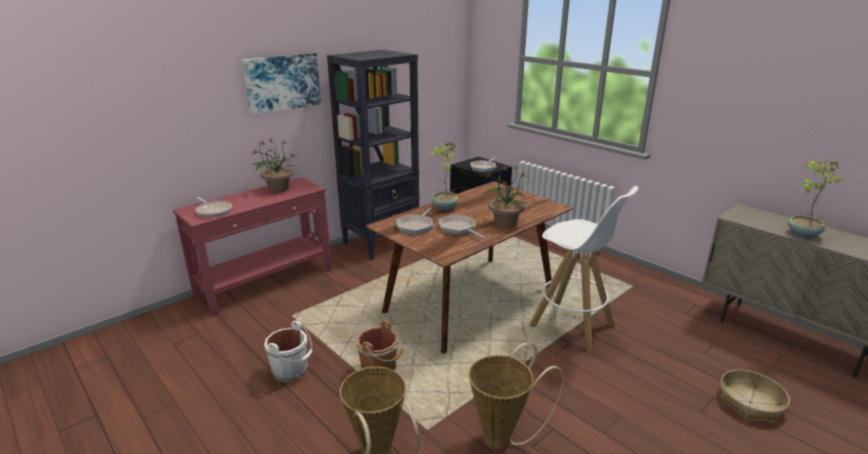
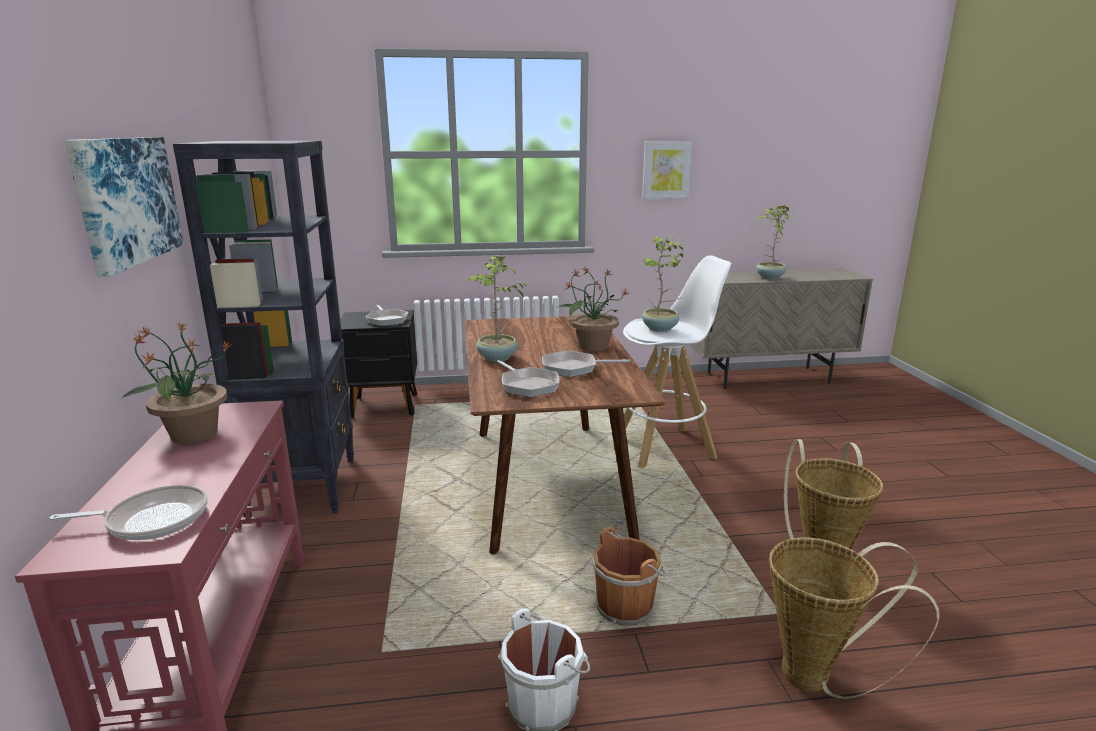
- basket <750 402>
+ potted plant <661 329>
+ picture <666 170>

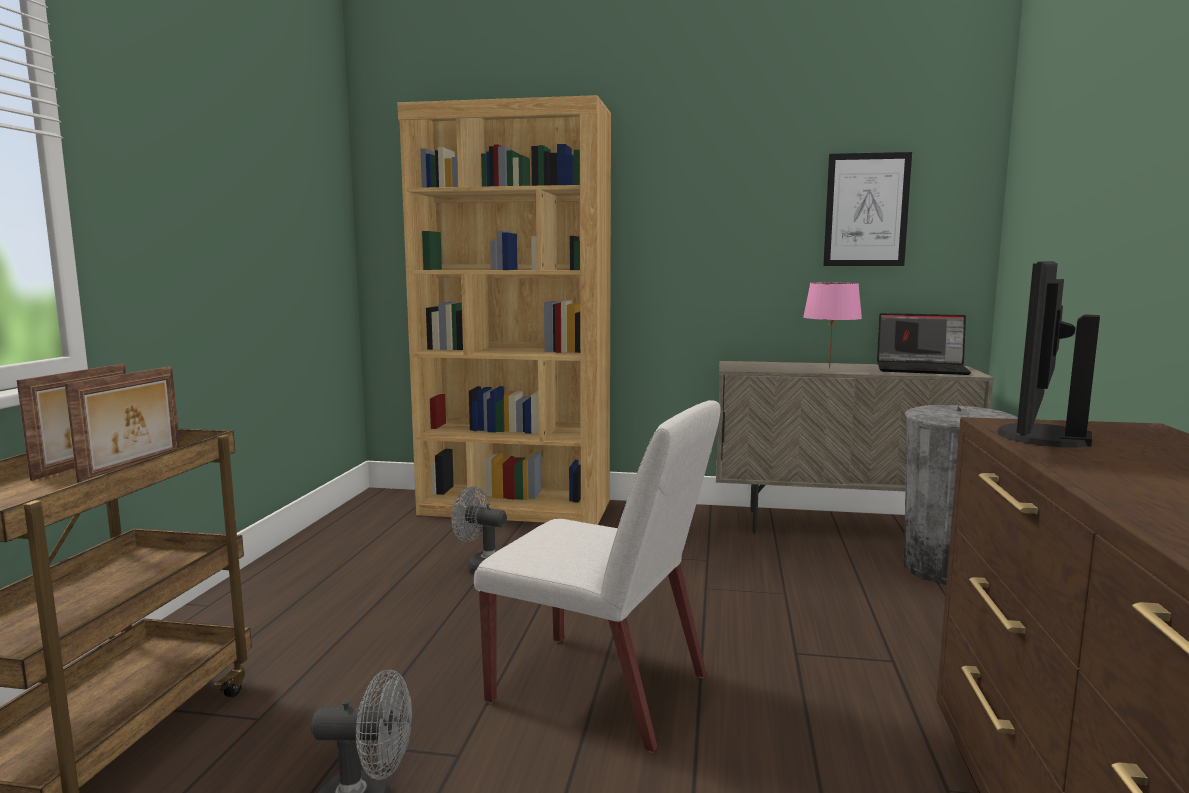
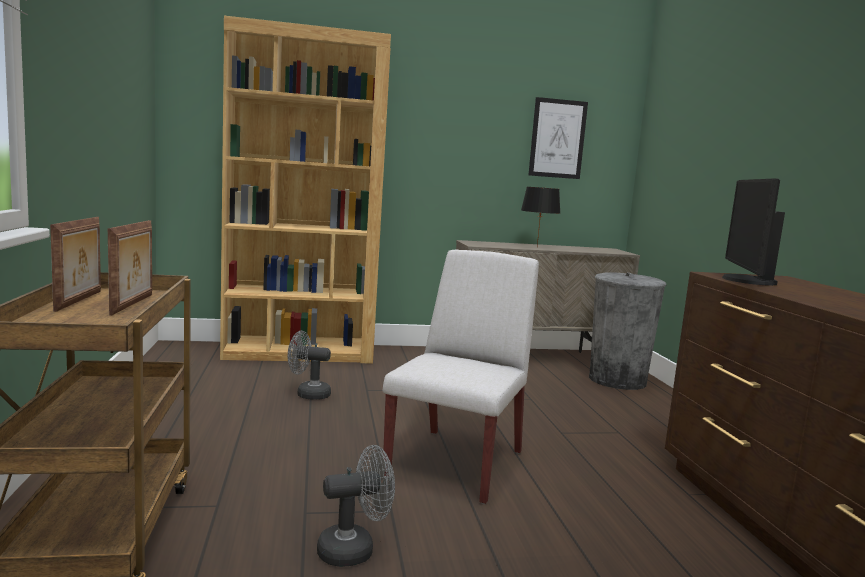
- laptop <922 369>
~ pink table lamp <829 368> to black table lamp <537 247>
~ white chair <601 689> = <456 463> 75 degrees counterclockwise

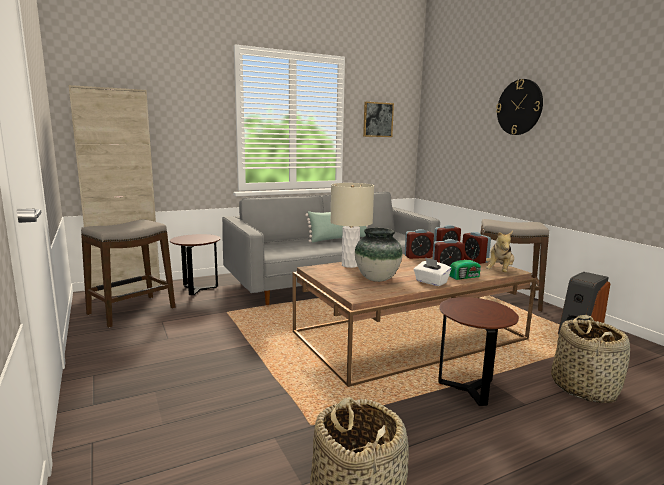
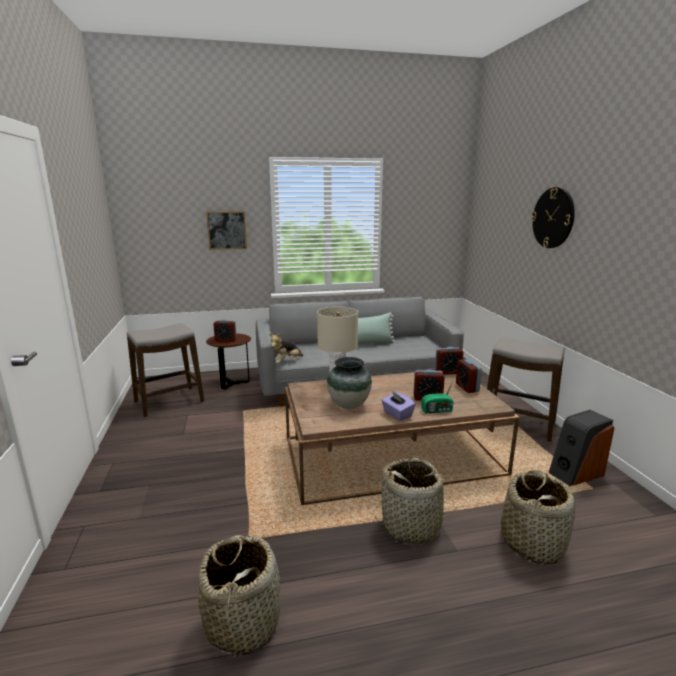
- beige cabinet <126 291>
~ picture <378 119> to <227 230>
~ alarm clock <418 257> to <225 340>
~ plush toy <499 272> to <286 362>
~ brown side table <470 390> to basket <412 526>
~ white tissue box <431 282> to purple tissue box <397 414>

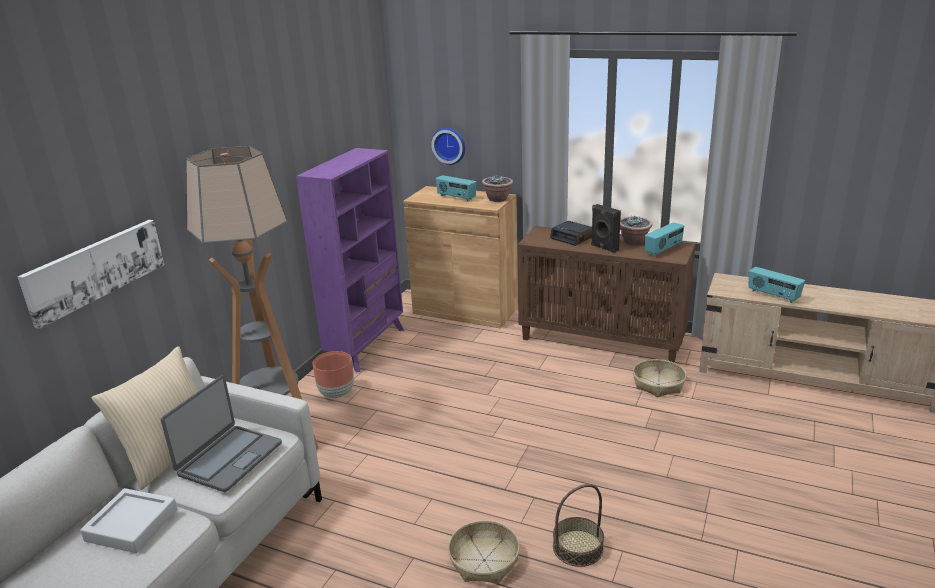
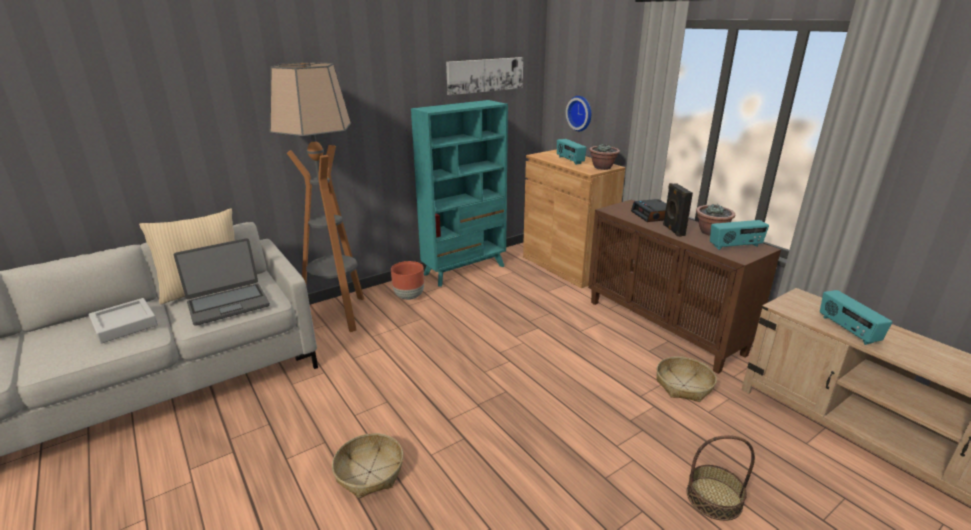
~ picture <95 269> to <485 75>
~ basket <578 547> to <714 498>
~ purple bookcase <366 346> to turquoise bookcase <465 270>

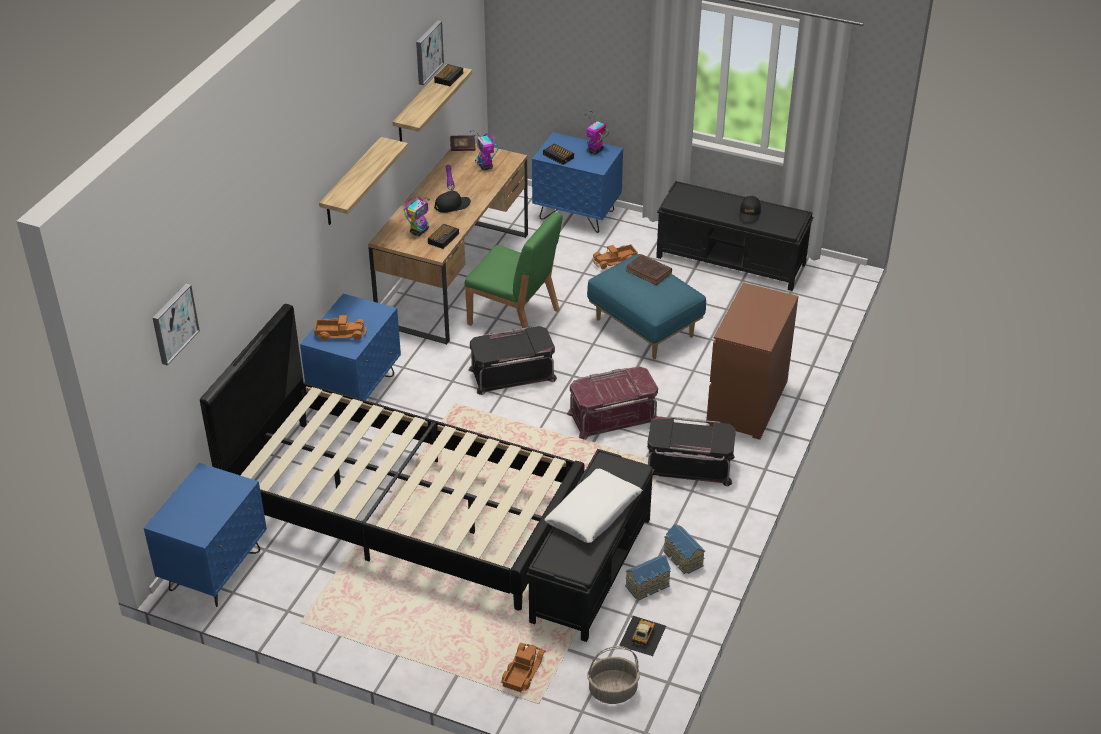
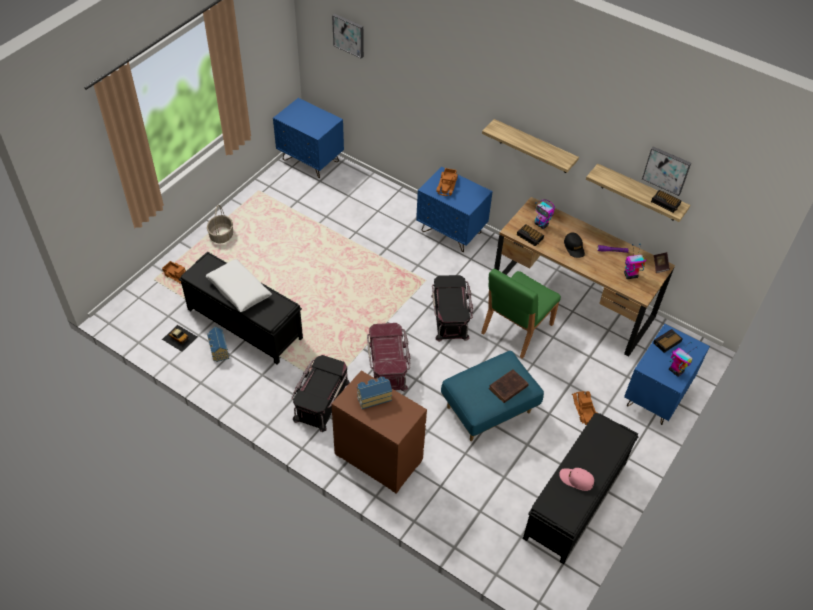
- black bed <403 510>
~ basket <613 690> to <221 235>
~ toy house <682 558> to <373 397>
~ black cap <749 213> to pink cap <576 480>

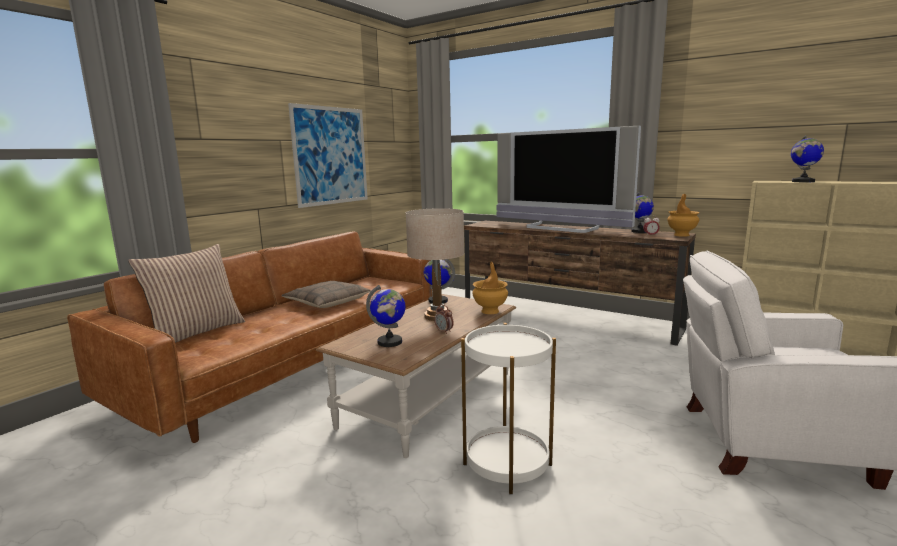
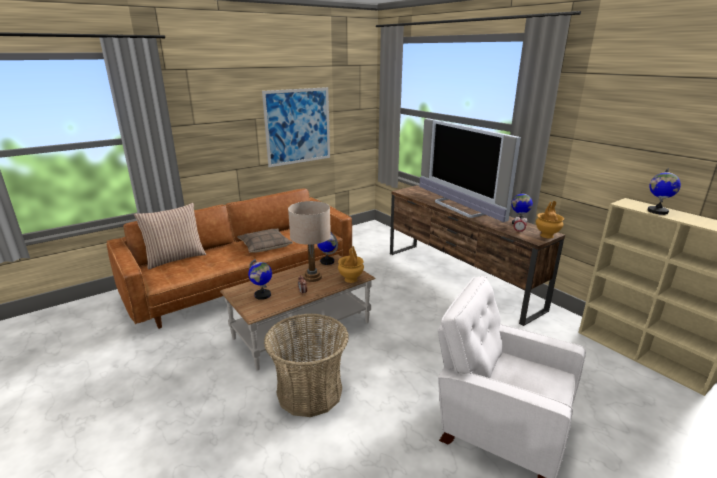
~ white side table <507 464> to basket <309 392>

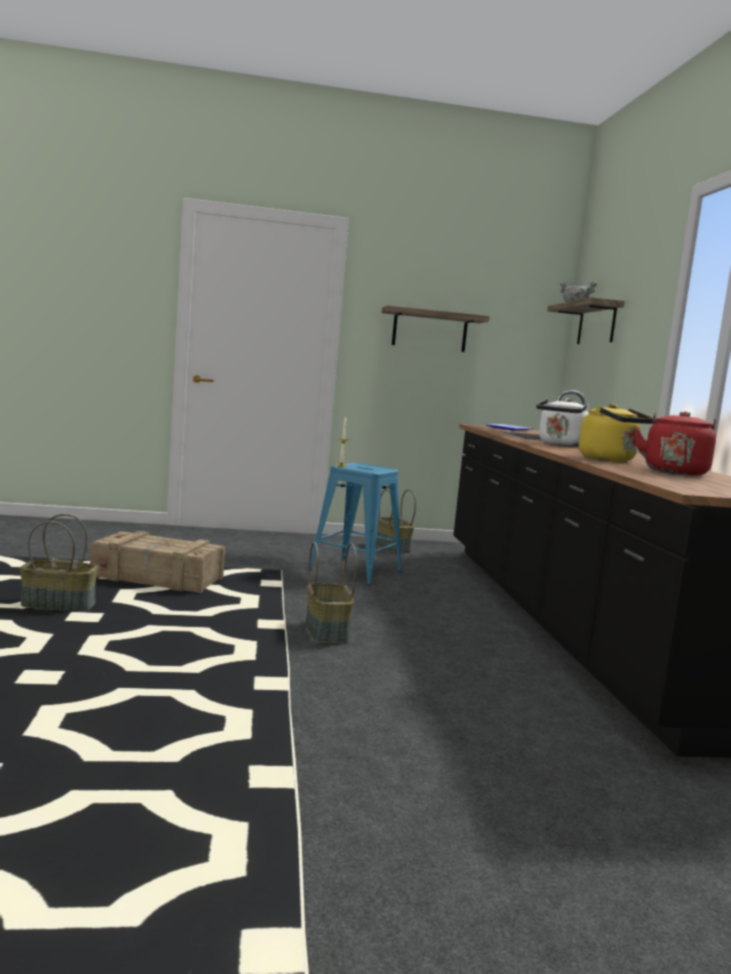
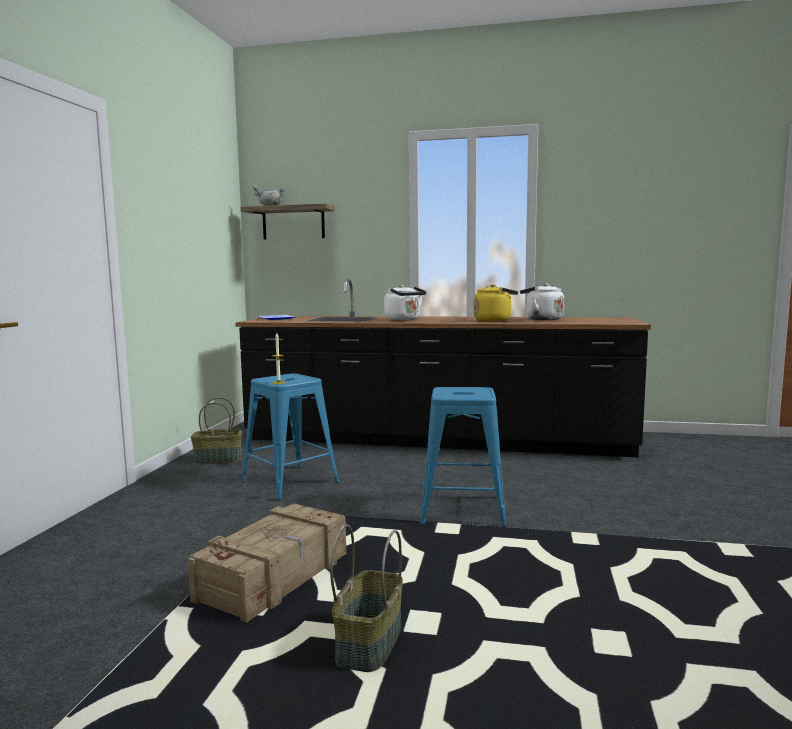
- shelf <430 330>
~ basket <327 631> to blue stool <462 510>
~ red kettle <674 472> to white kettle <541 319>

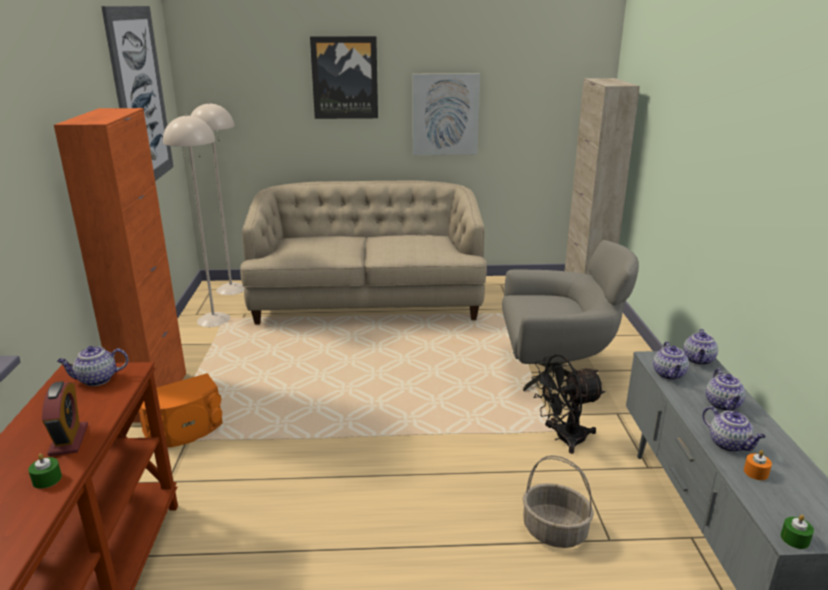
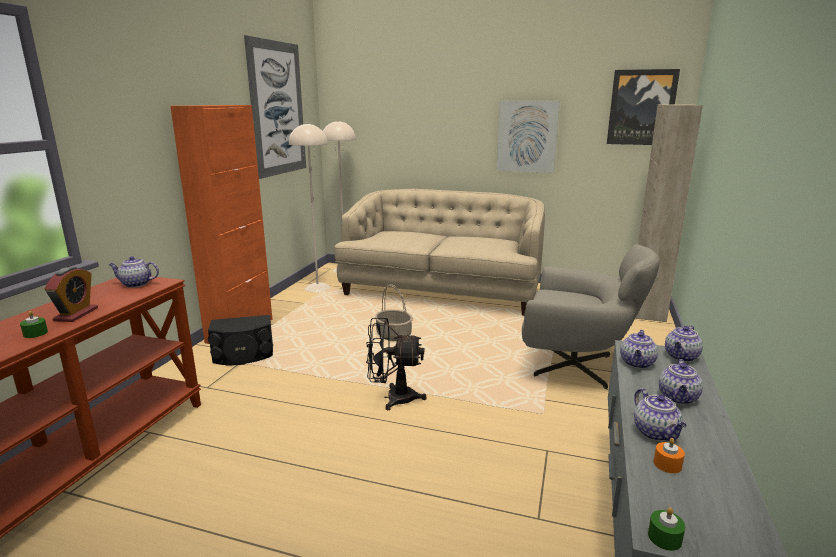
~ picture <345 78> to <641 107>
~ basket <555 531> to <394 335>
~ black fan <563 438> to <393 398>
~ orange speaker <184 430> to black speaker <243 356>

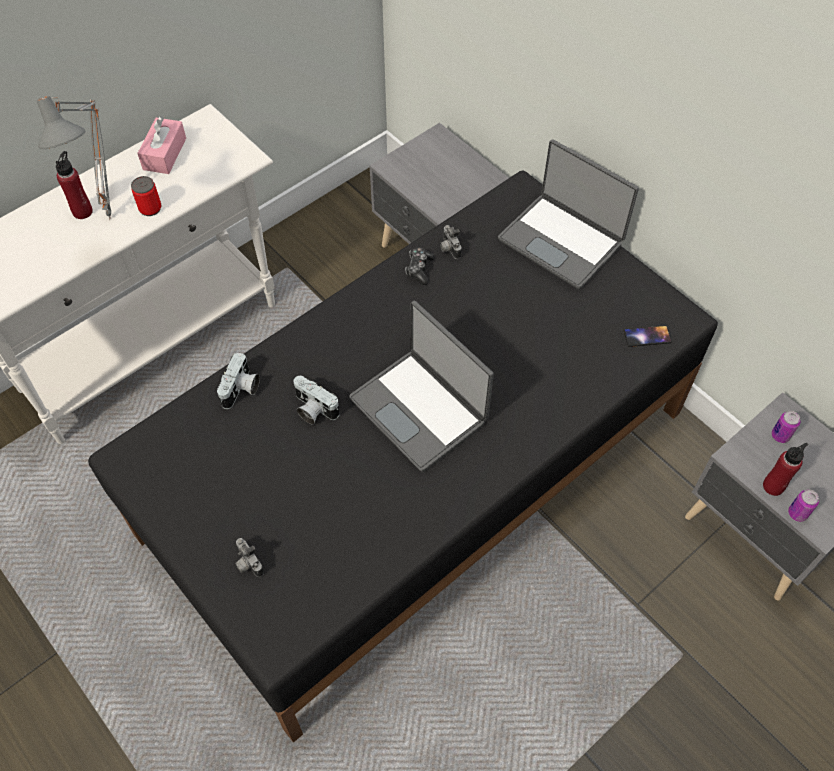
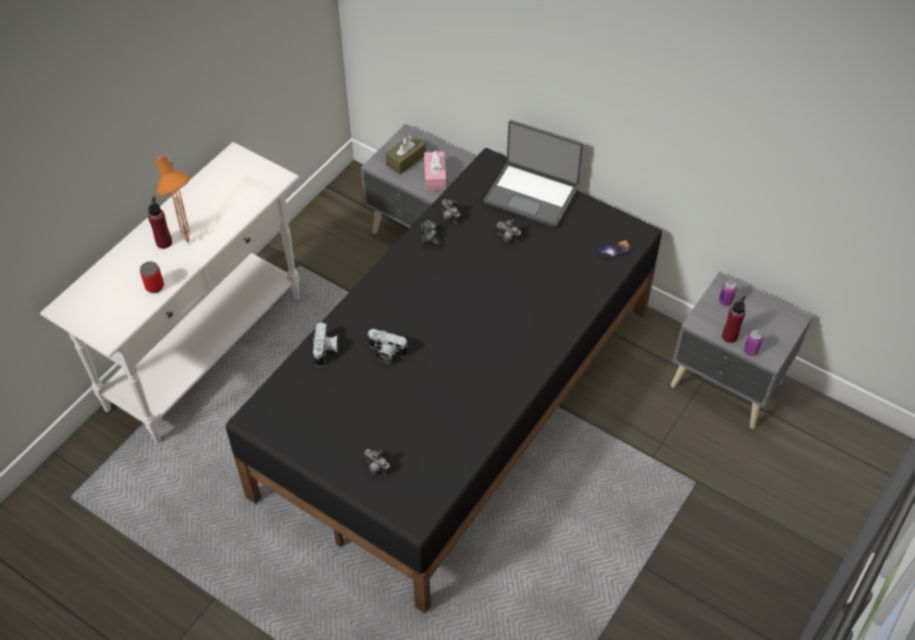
- laptop <420 409>
+ brown tissue box <406 160>
+ photo camera <507 238>
~ can <150 208> to <154 286>
~ pink tissue box <164 154> to <435 177>
~ grey table lamp <113 217> to orange table lamp <191 242>

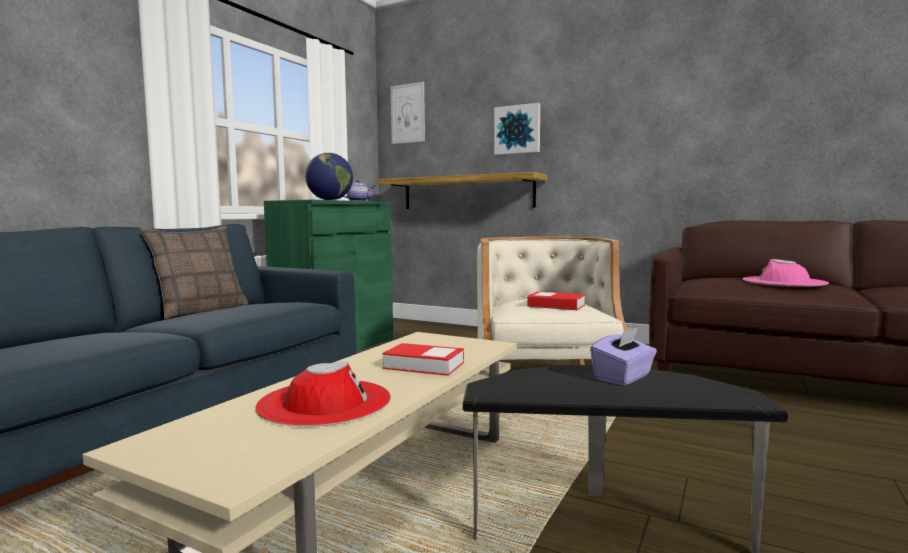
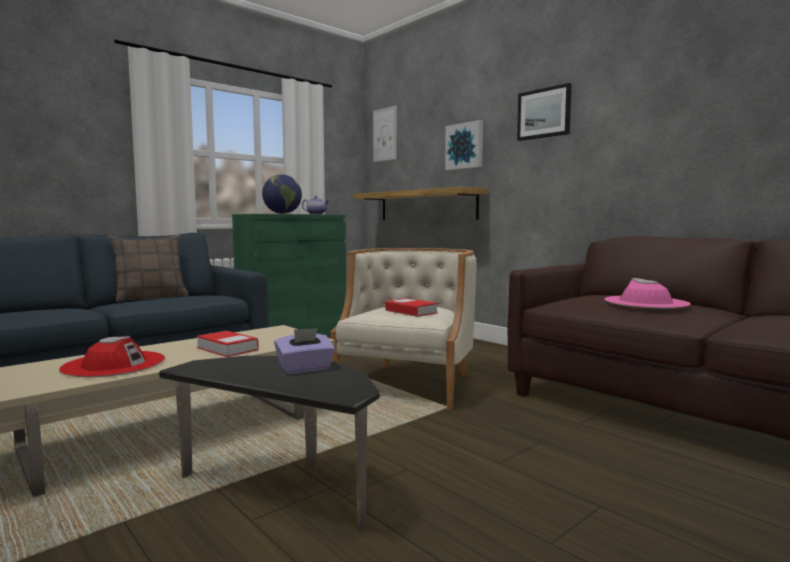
+ picture <544 113>

